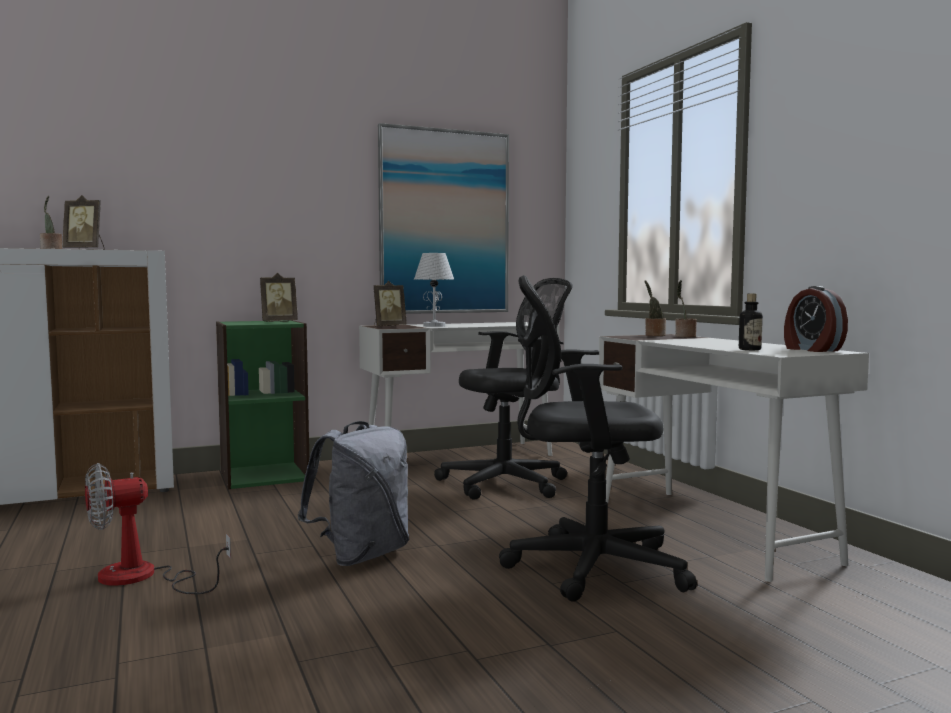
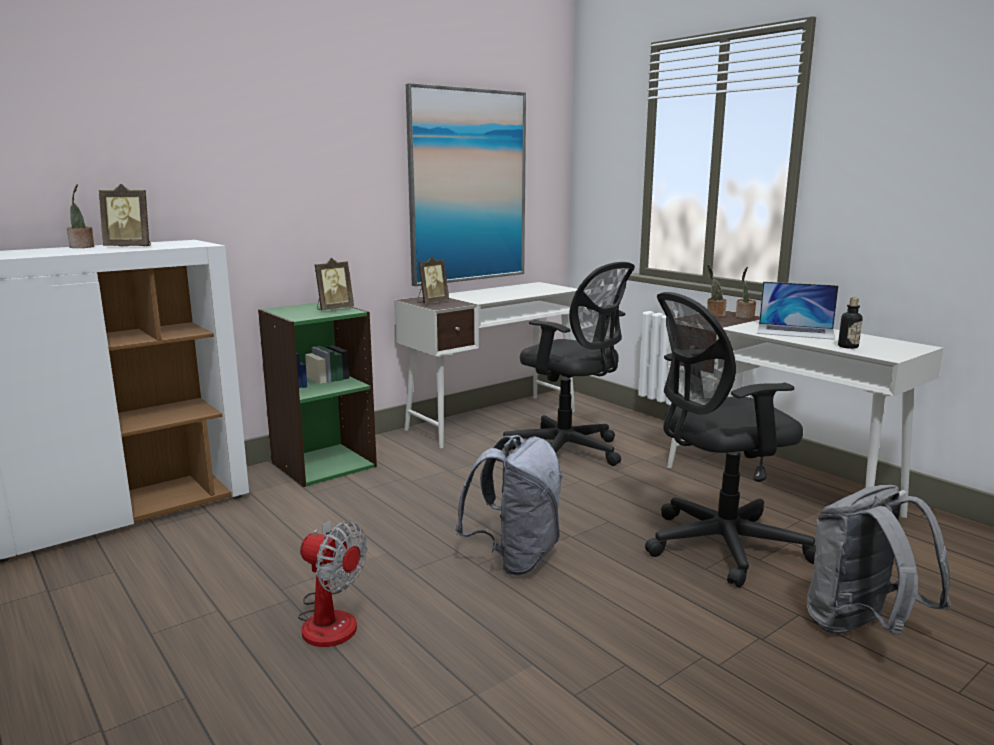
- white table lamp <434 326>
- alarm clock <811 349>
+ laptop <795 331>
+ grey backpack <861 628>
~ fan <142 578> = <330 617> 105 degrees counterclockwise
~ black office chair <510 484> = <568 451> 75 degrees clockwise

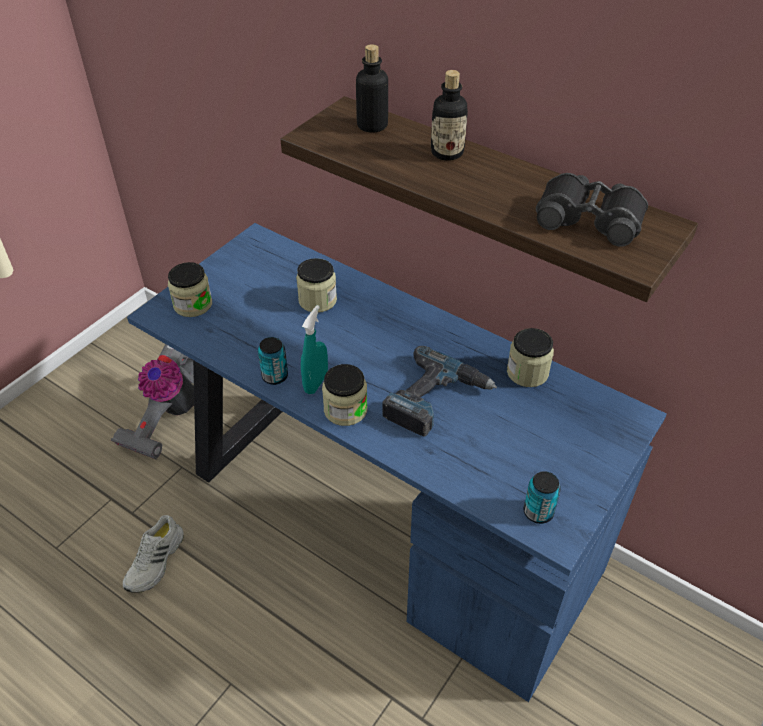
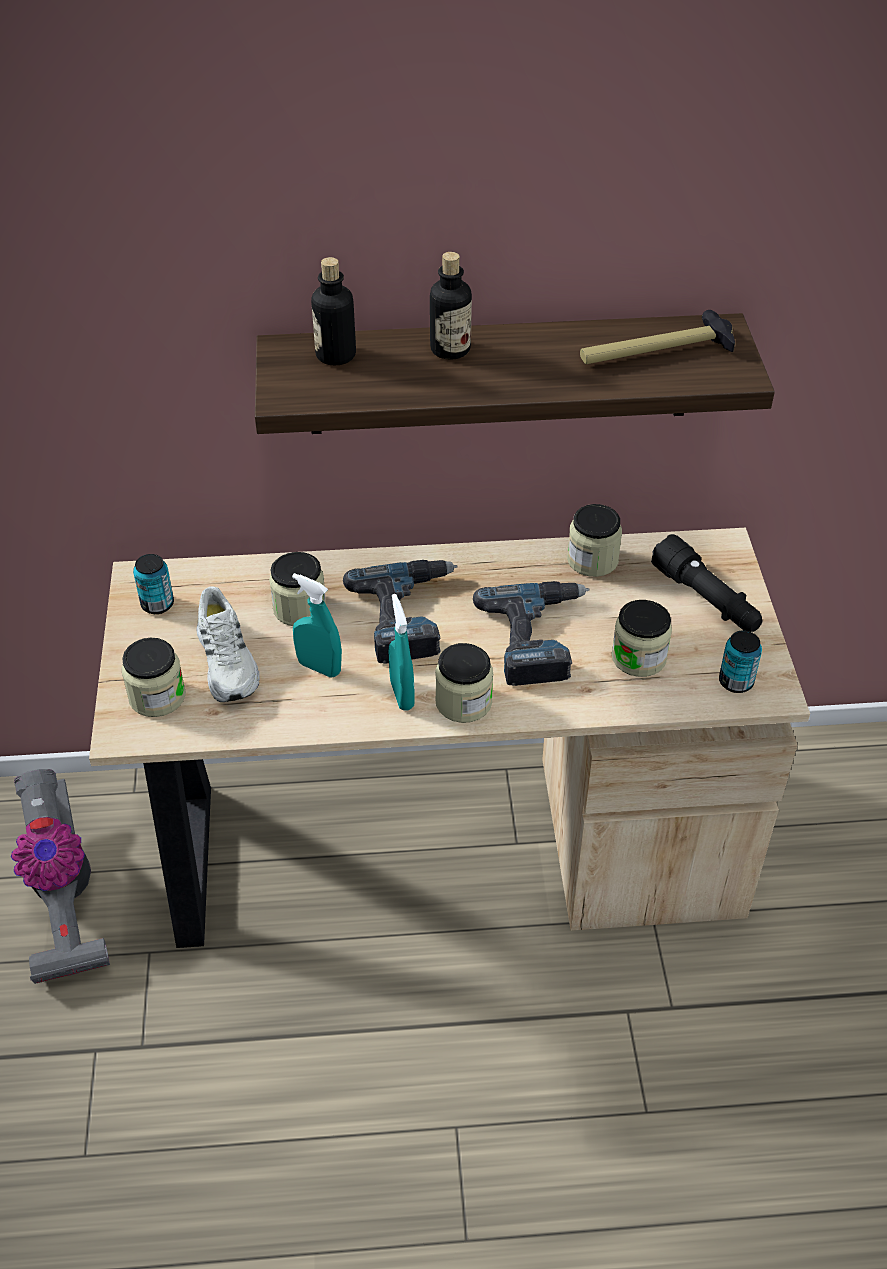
+ turquoise spray bottle <319 667>
+ power drill <409 616>
+ jar <639 657>
+ black flashlight <706 600>
~ white shoe <156 561> to <228 661>
~ can <275 376> to <157 604>
~ black binoculars <589 218> to hammer <656 352>
~ blue desk <382 517> to beige desk <443 845>

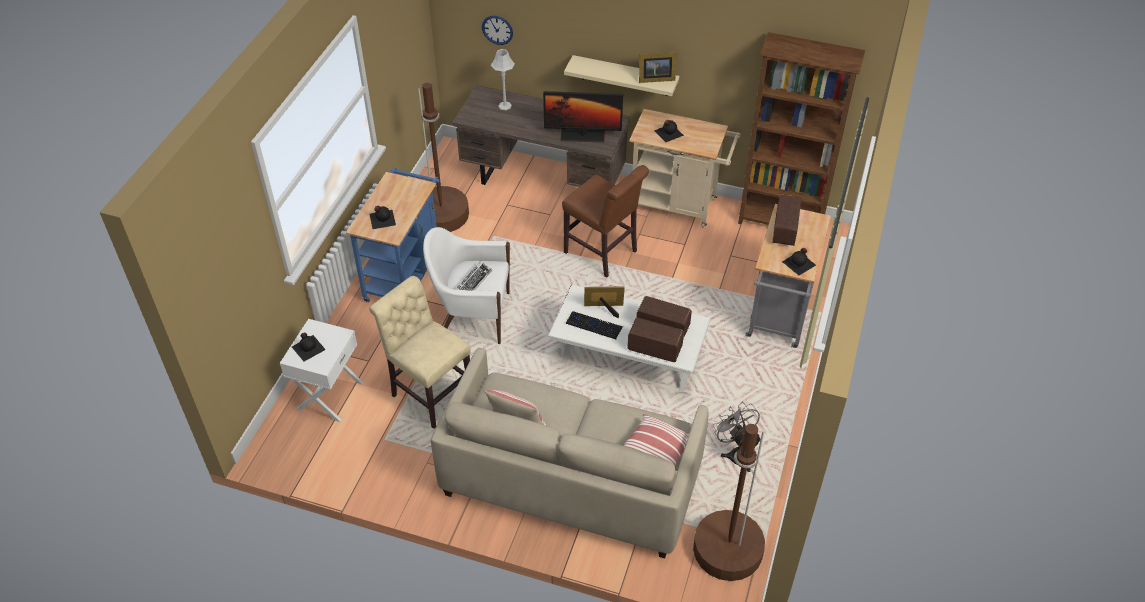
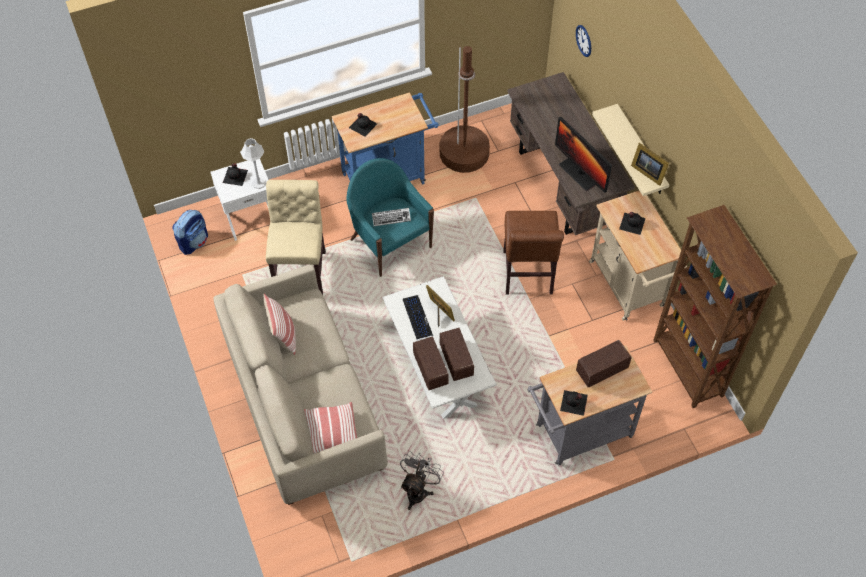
- brown floor lamp <727 550>
+ backpack <194 242>
~ grey table lamp <505 106> to <259 183>
~ white armchair <472 315> to turquoise armchair <390 242>

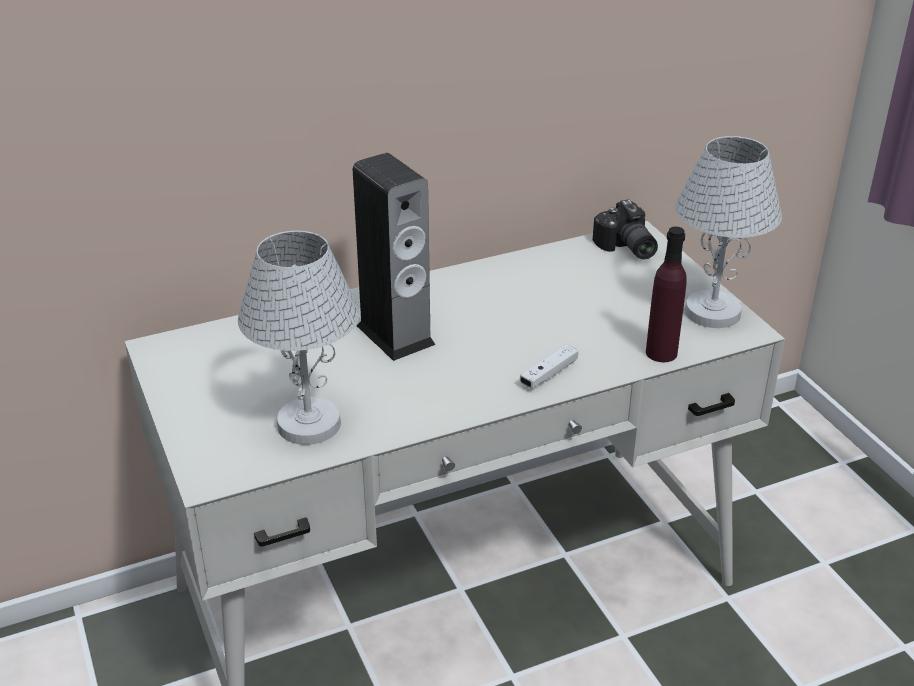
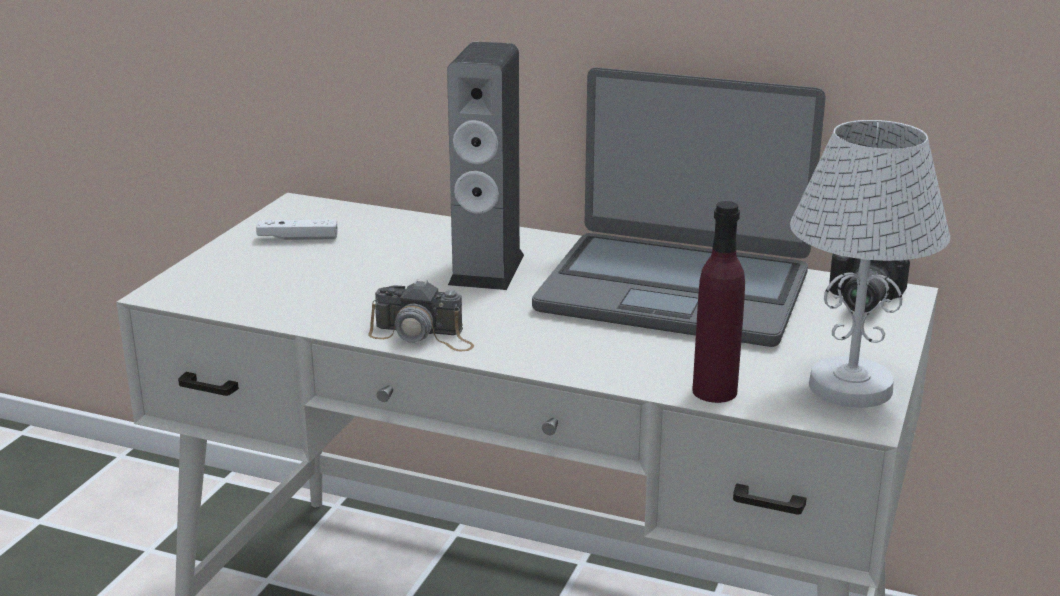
- white table lamp <309 423>
+ photo camera <423 335>
+ laptop <674 290>
~ white game controller <548 374> to <298 238>

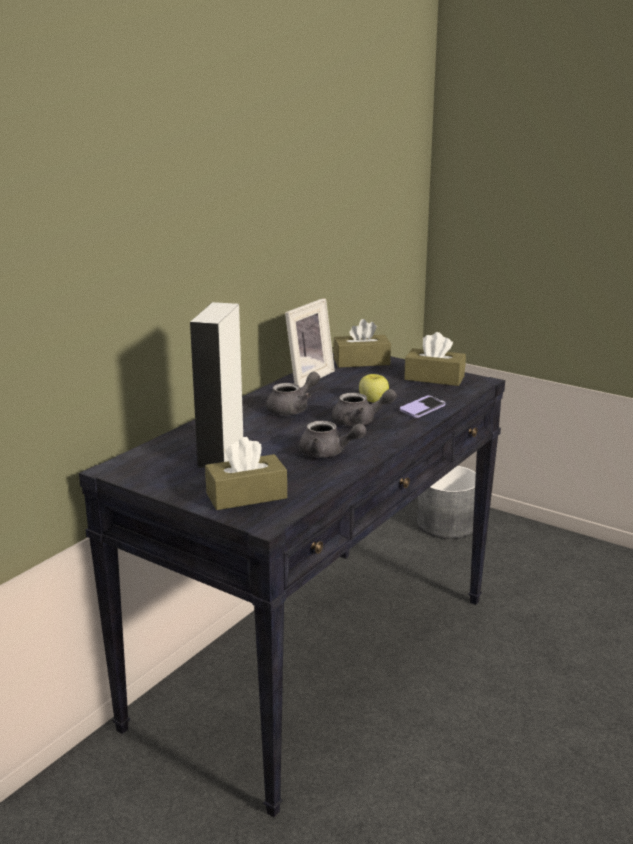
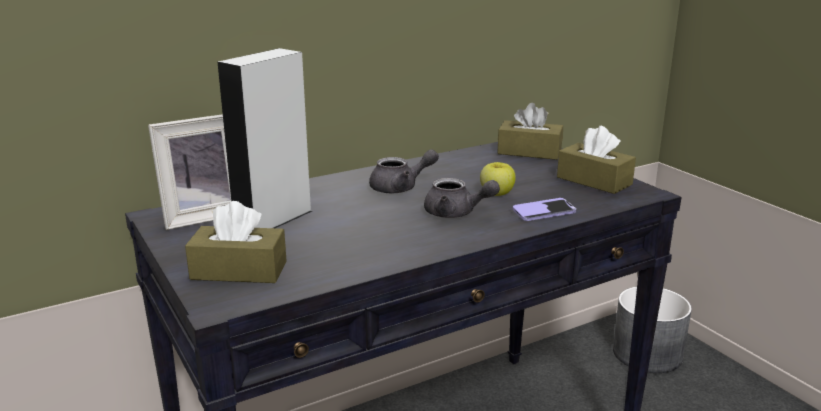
- grey teapot <328 453>
~ picture frame <305 377> to <204 215>

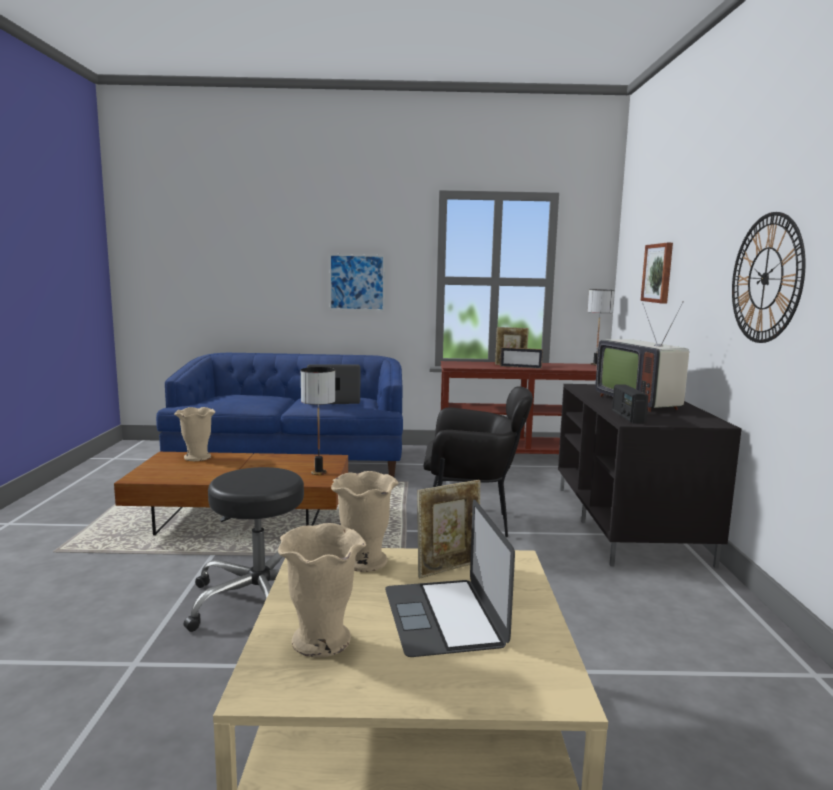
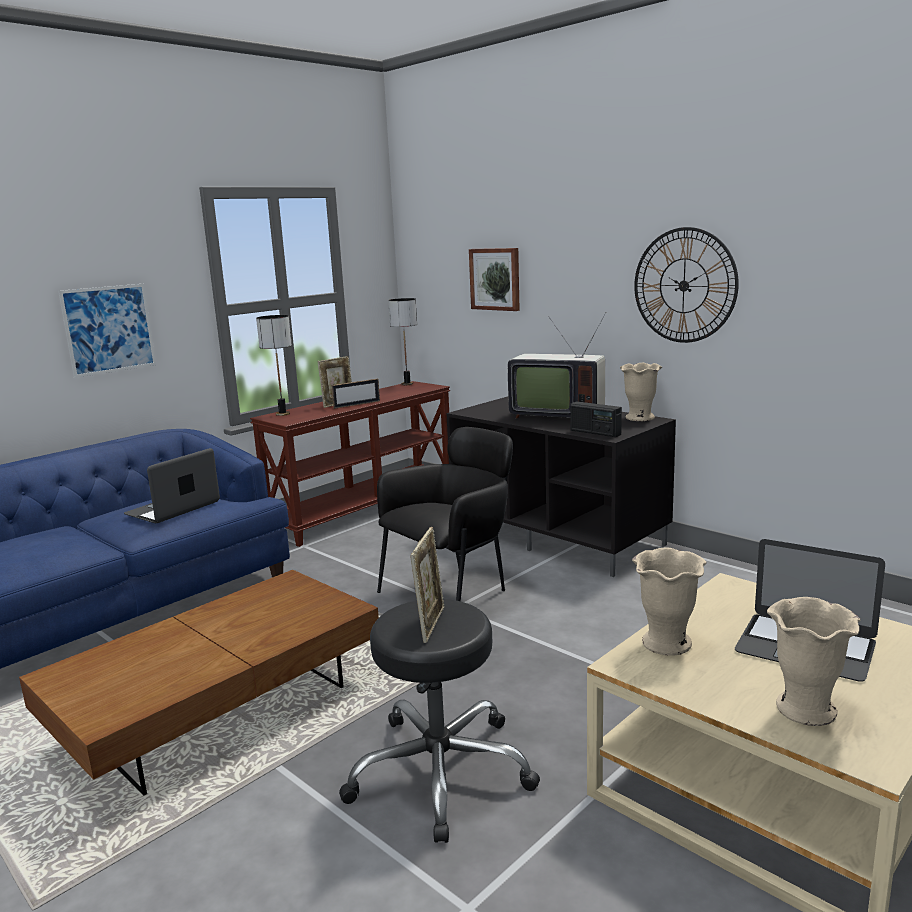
~ beige vase <197 457> to <639 418>
~ table lamp <319 472> to <283 414>
~ picture frame <448 568> to <431 624>

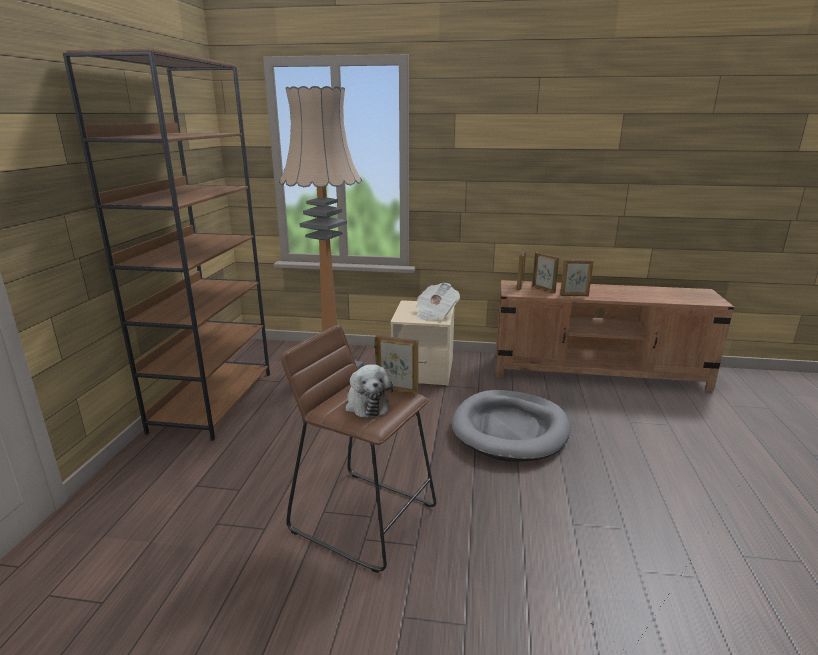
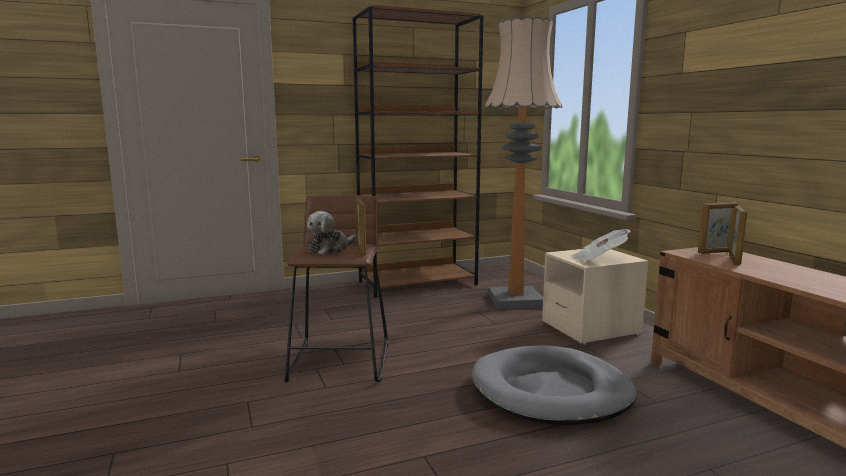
- picture frame <574 295>

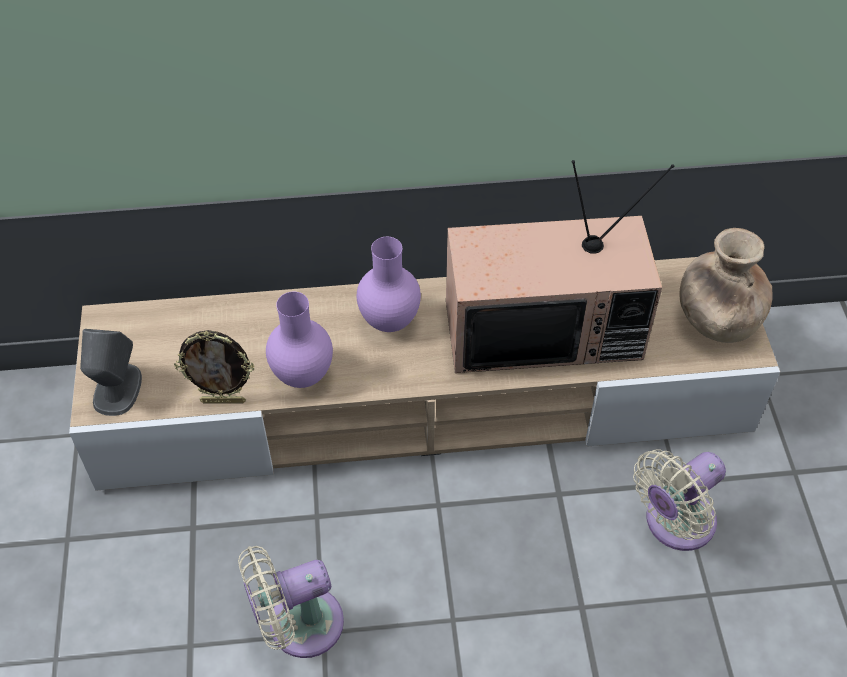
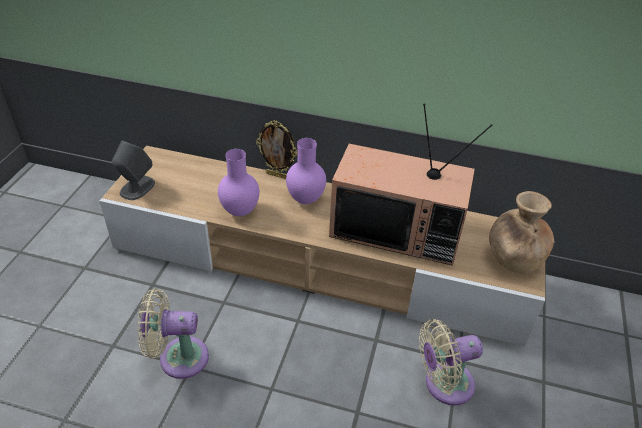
~ picture frame <223 400> to <277 175>

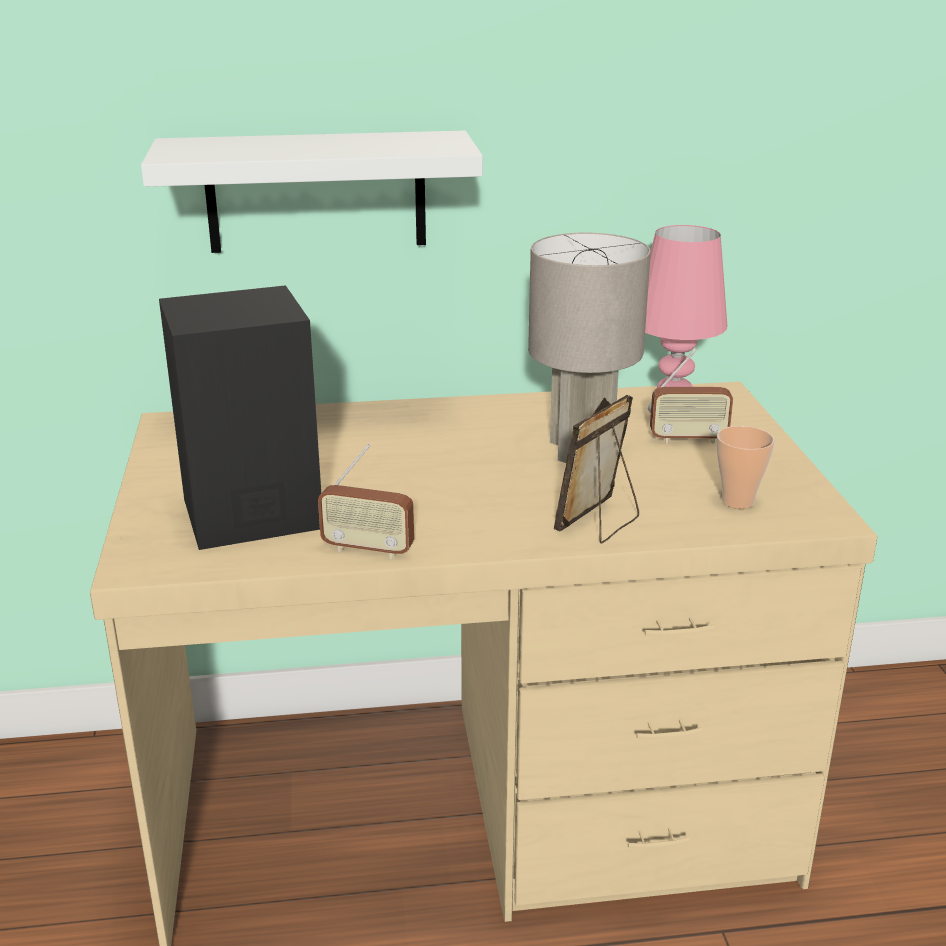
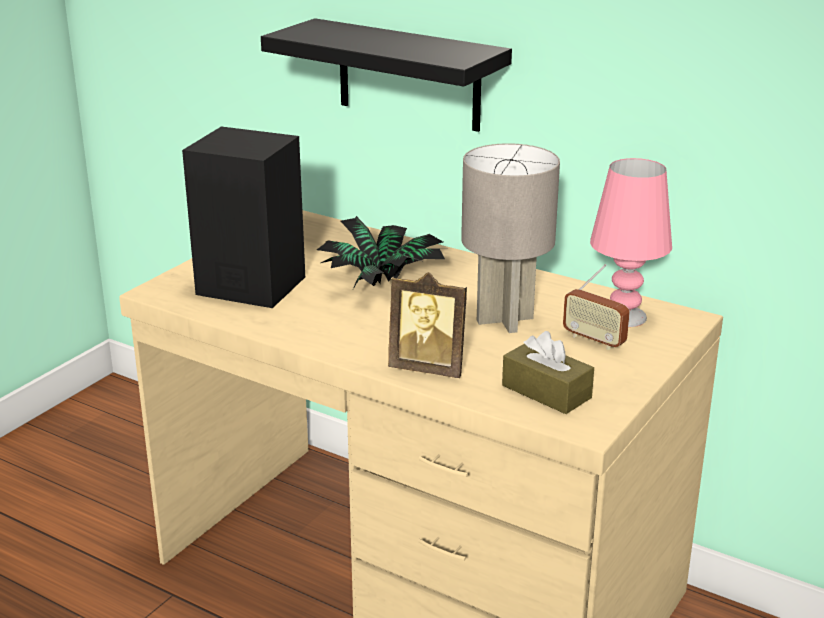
- radio <368 550>
+ potted plant <383 283>
~ cup <738 501> to brown tissue box <546 392>
~ white shelf <316 192> to black shelf <409 75>
~ picture frame <599 523> = <429 368> 150 degrees counterclockwise

